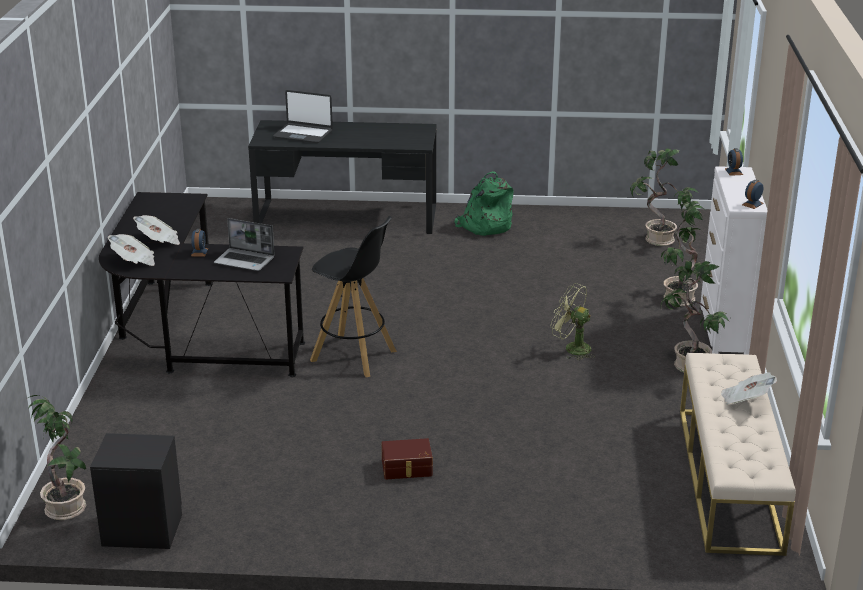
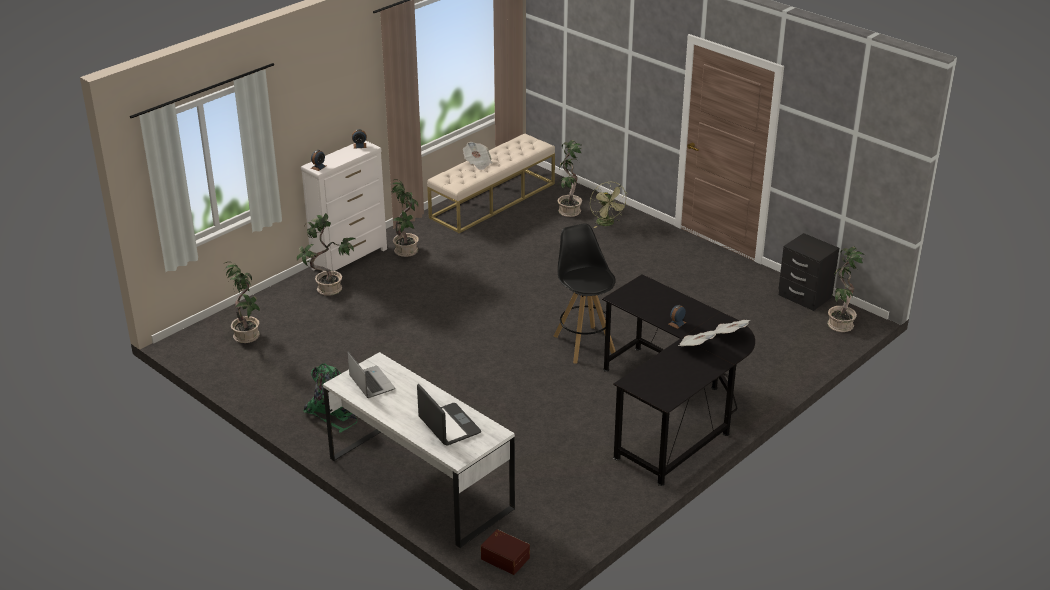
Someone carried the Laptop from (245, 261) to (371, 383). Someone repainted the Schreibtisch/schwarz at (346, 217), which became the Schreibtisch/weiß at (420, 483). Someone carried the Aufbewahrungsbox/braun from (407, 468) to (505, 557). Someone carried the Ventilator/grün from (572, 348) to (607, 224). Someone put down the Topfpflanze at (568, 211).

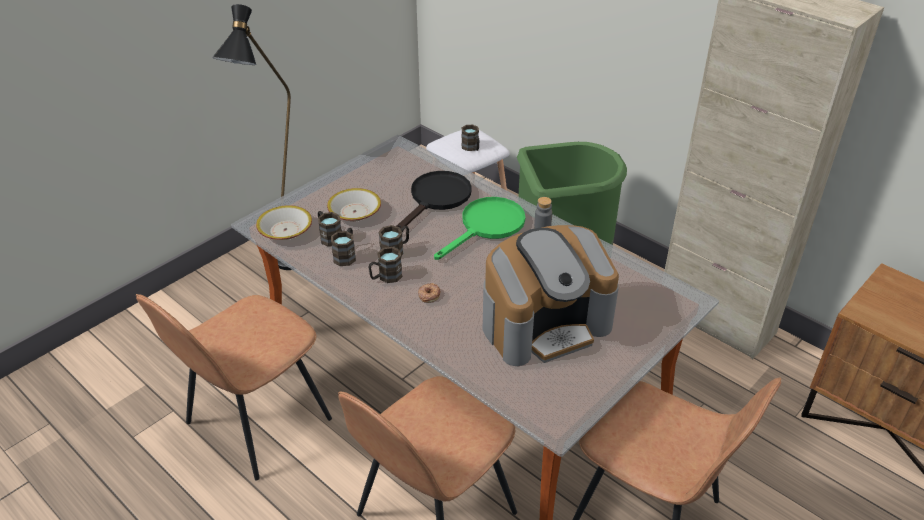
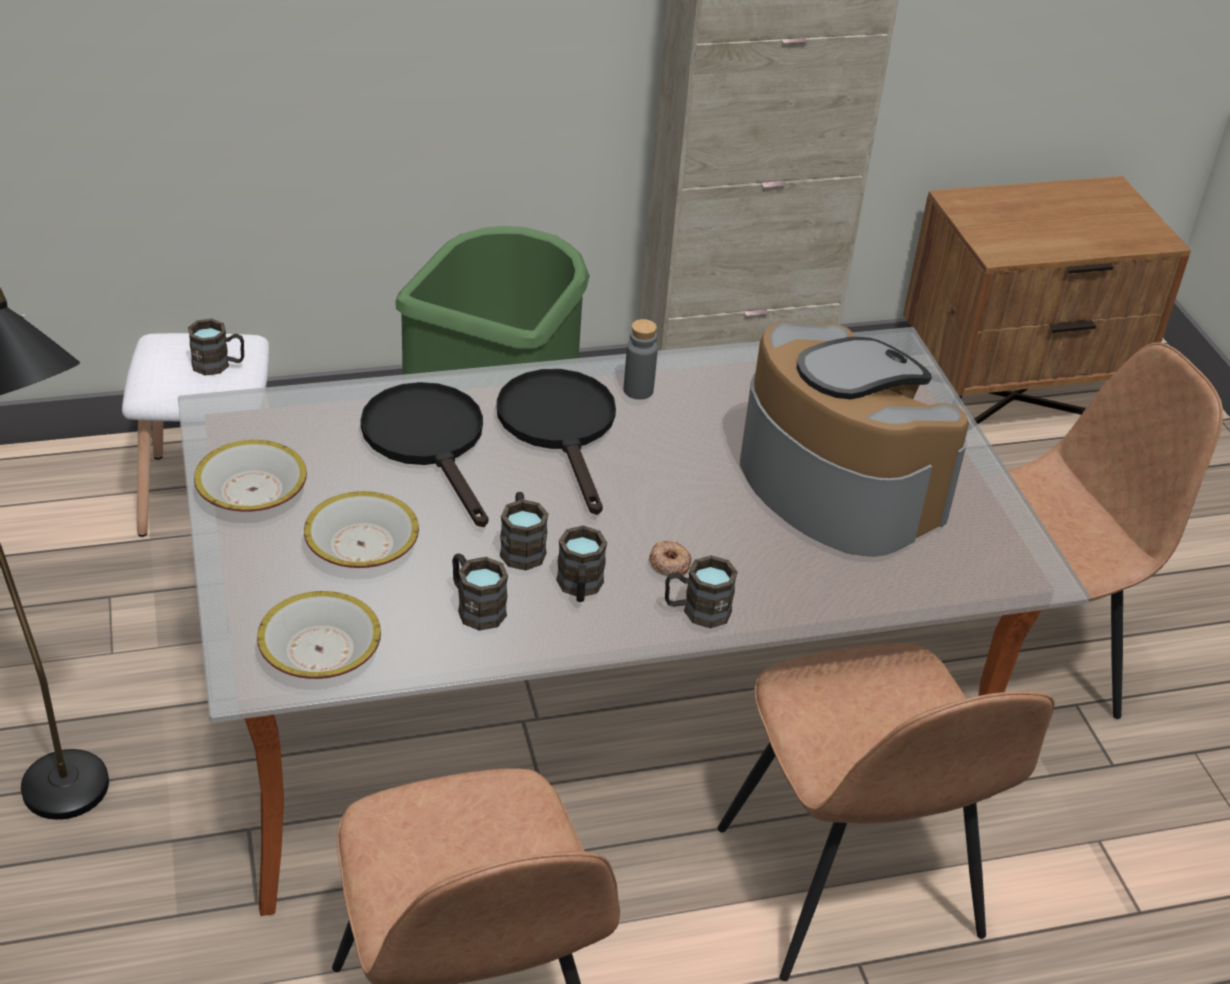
Someone carried the Henkelbecher/braun from (329, 236) to (697, 611). Someone repainted the Pfanne/grün at (487, 226), which became the Pfanne/schwarz at (561, 428). Someone rotated the Kaffeemaschine at (545, 323) by 45 degrees counterclockwise. Someone put down the Schüssel at (253, 491).

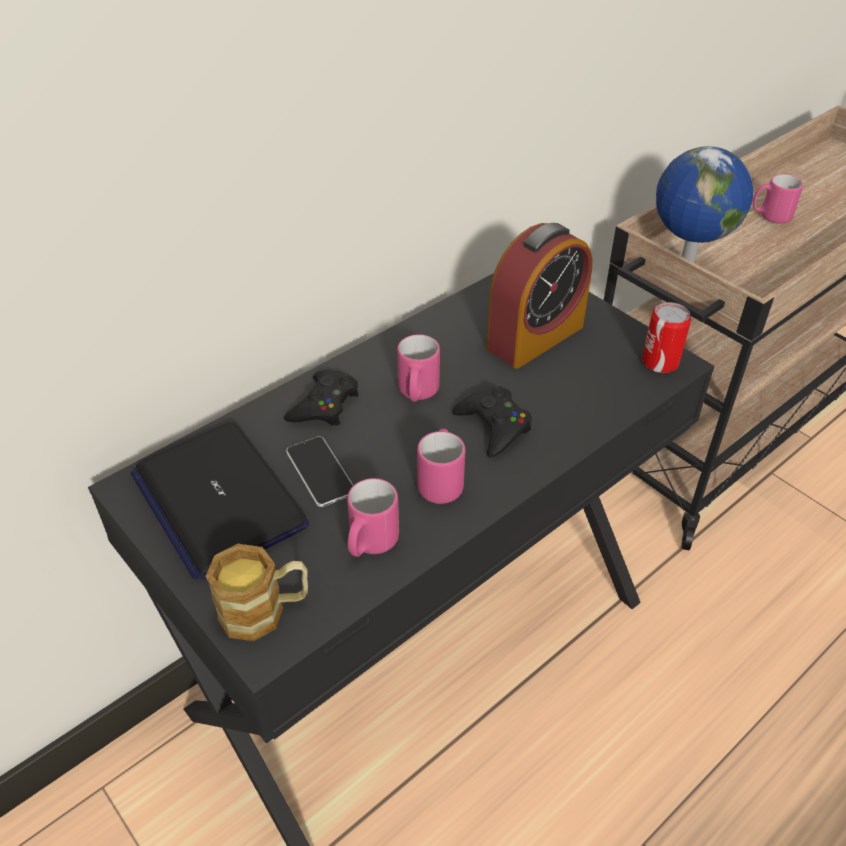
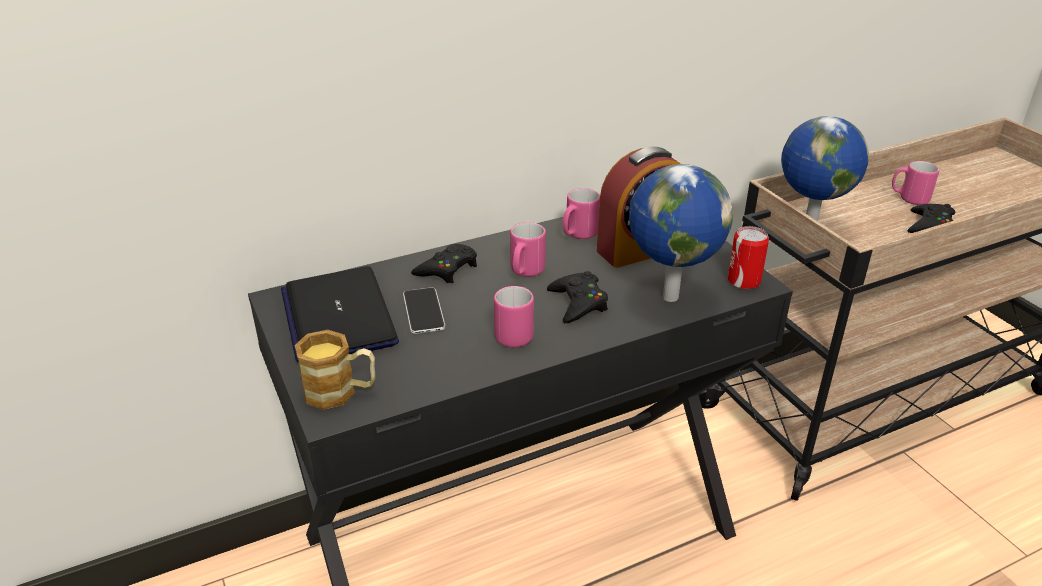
Someone carried the Henkelbecher/rosa from (370, 544) to (578, 235). Someone put down the Globus at (668, 297). Someone put down the Gamepad/schwarz at (929, 225).

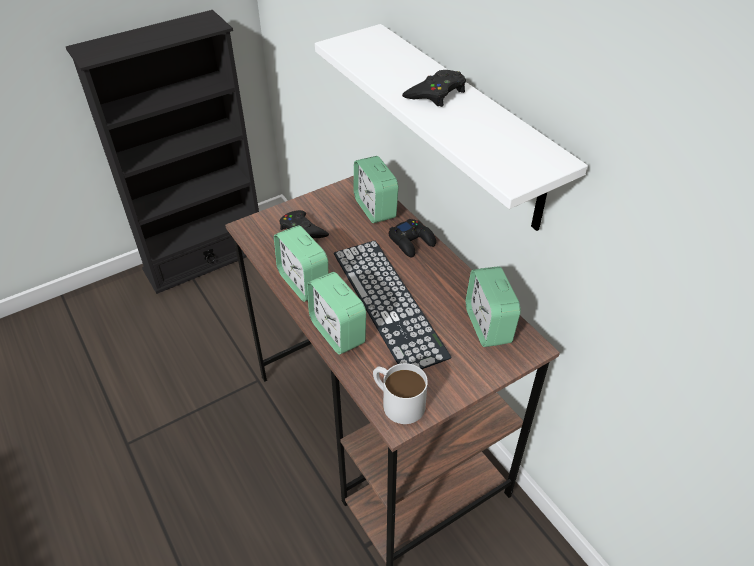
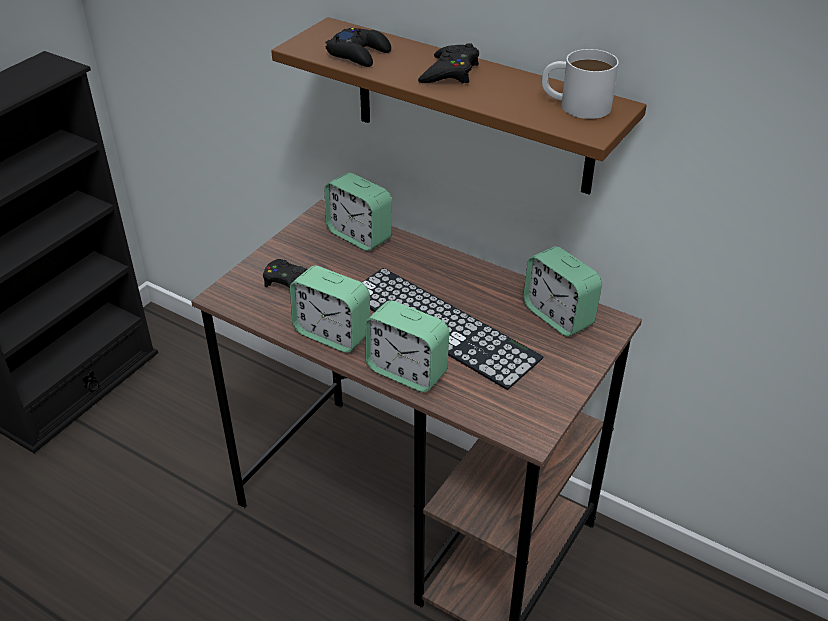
Someone repainted the Wandregal/weiß at (465, 127), which became the Wandregal/braun at (472, 107). Someone carried the Henkelbecher/weiß from (397, 401) to (575, 105). Someone carried the Gamepad/schwarz from (412, 242) to (359, 54).

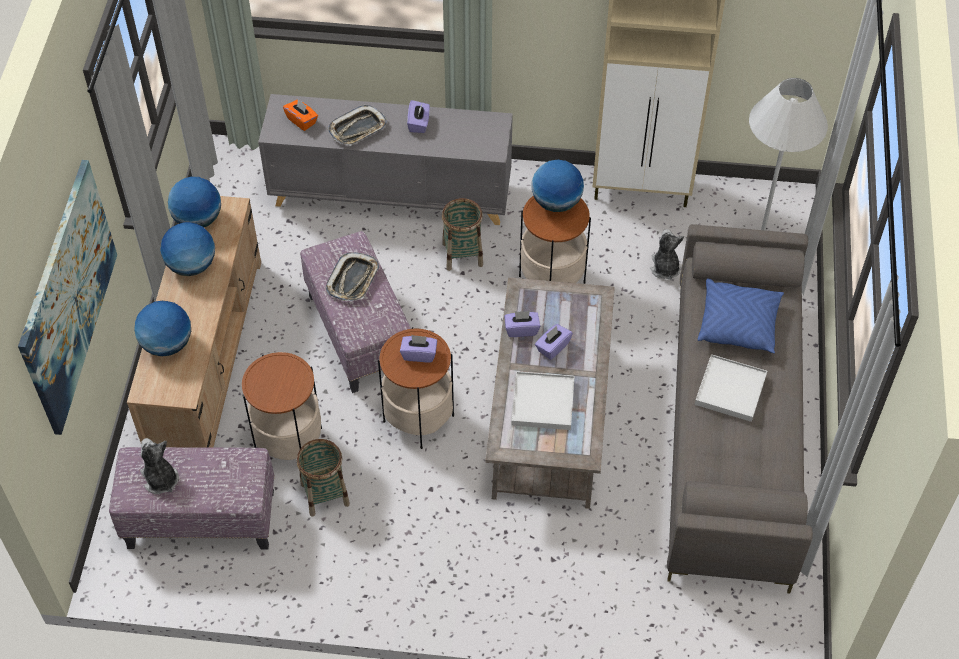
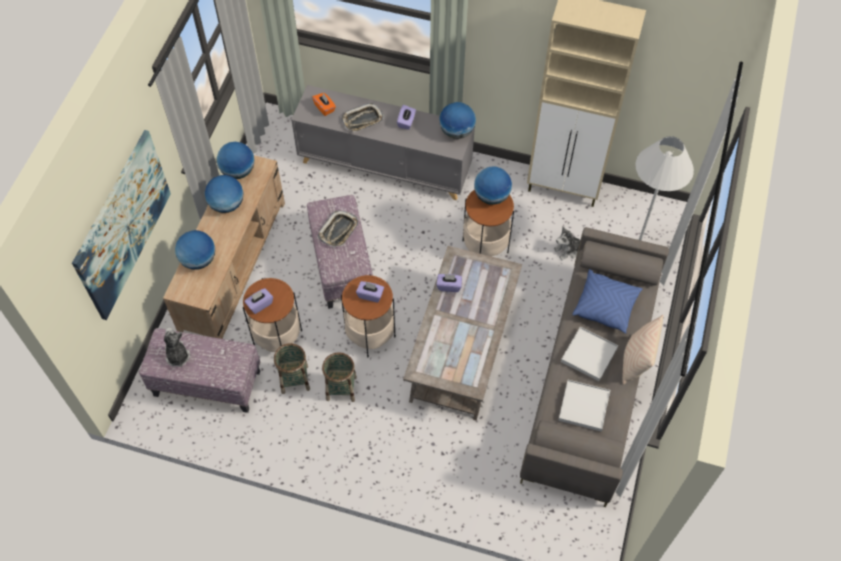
Someone carried the Korb from (462, 254) to (341, 388). Someone carried the Tablett/weiß from (543, 402) to (584, 406). Someone carried the Taschentuchbox/lila from (552, 347) to (260, 304). Someone rotated the Plüschtier at (665, 268) by 120 degrees counterclockwise. Someone put down the Globus at (457, 132). Someone put down the Kissen/beige at (635, 361).

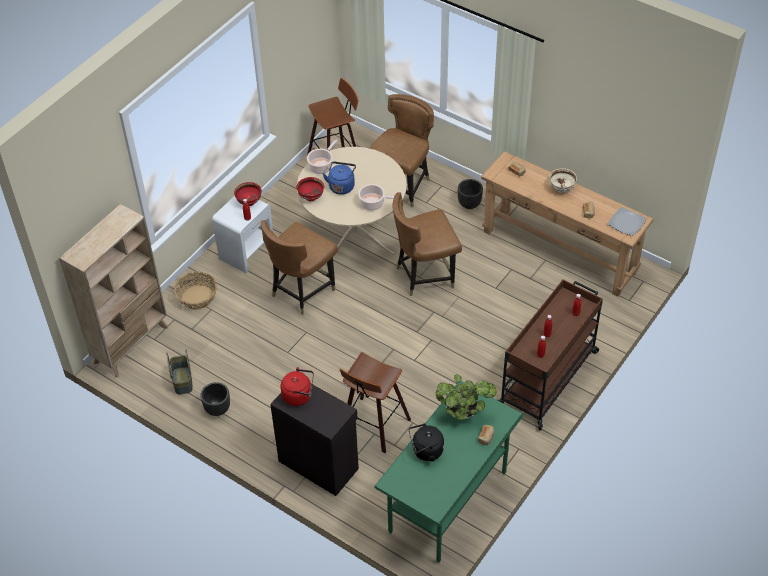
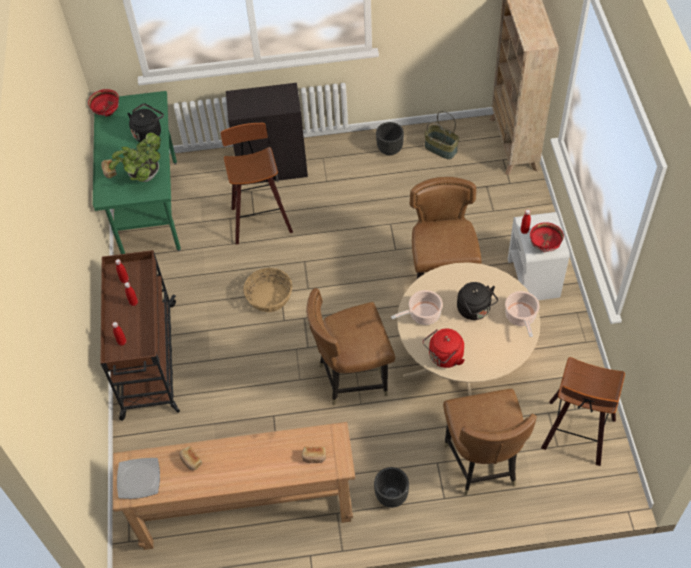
Someone carried the Korb from (197, 297) to (269, 297). Someone carried the Wasserkessel/rot from (299, 395) to (444, 357). Someone carried the Schüssel/rot from (311, 197) to (107, 112). Someone repainted the Wasserkessel/blau at (341, 186), which became the Wasserkessel/schwarz at (475, 310). Someone rotated the Stuhl/braun at (424, 275) by 135 degrees counterclockwise. Someone took away the Schüssel/beige at (561, 188).

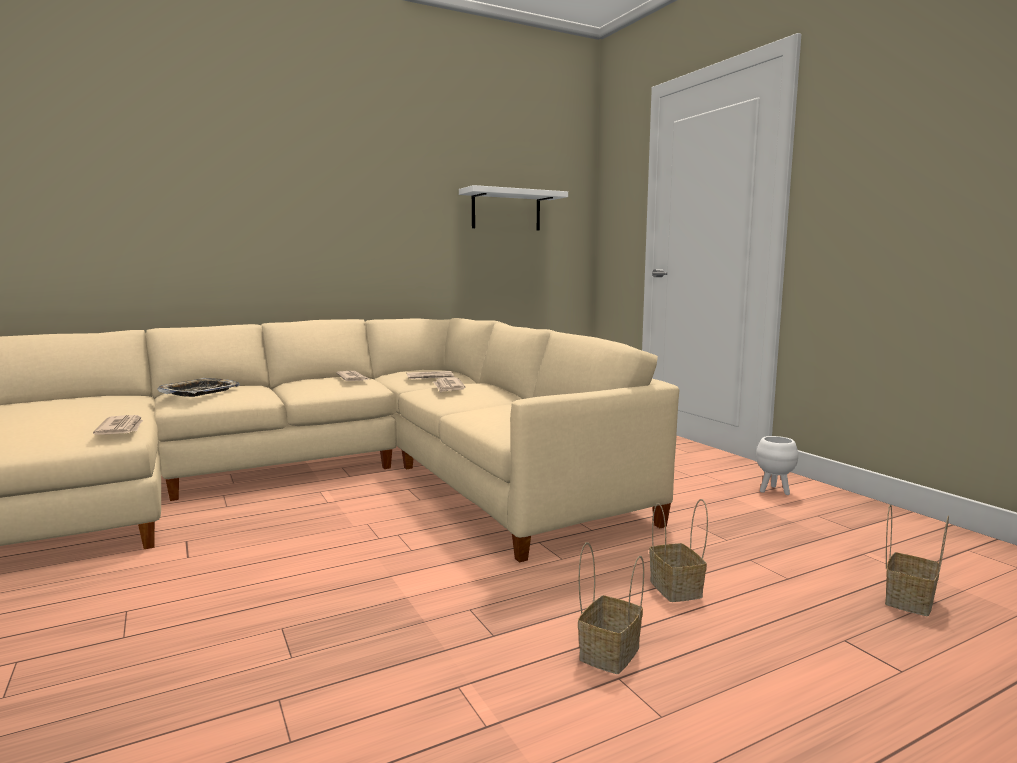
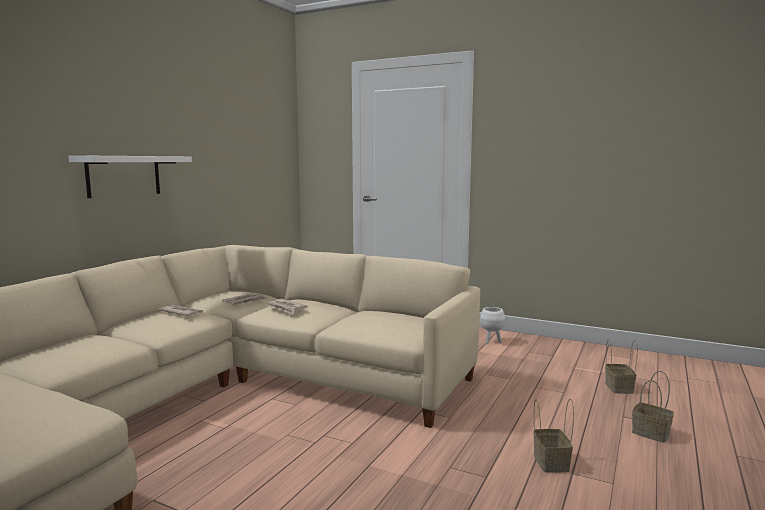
Someone took away the Zeitung at (122, 428). Someone took away the Tablett at (200, 392). Someone carried the Wandregal/weiß from (506, 210) to (124, 176). Someone carried the Korb from (677, 589) to (652, 433).

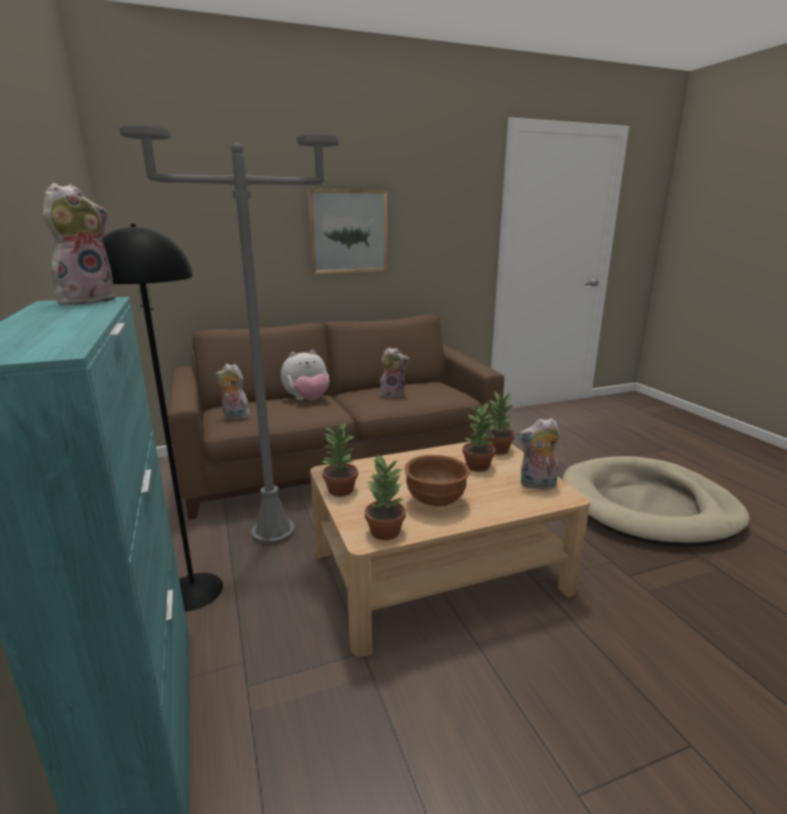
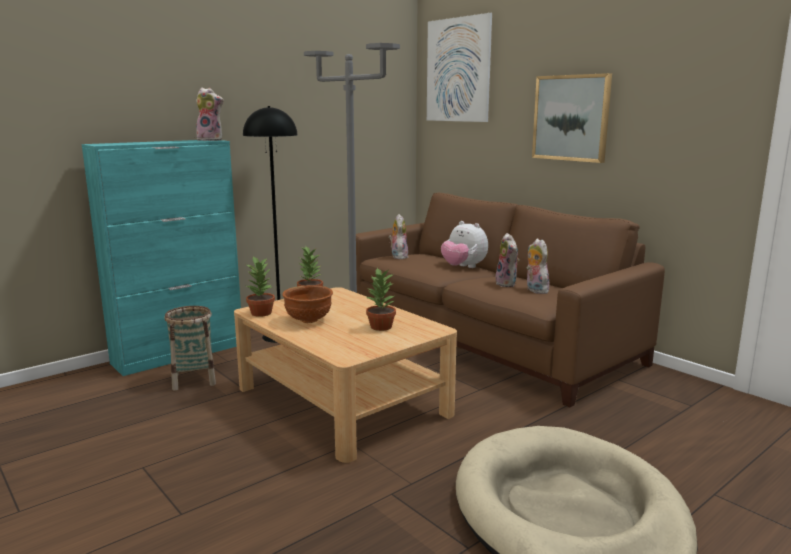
Someone took away the Topfpflanze at (498, 450). Someone carried the Plüschtier from (537, 485) to (535, 290). Someone put down the Korb at (194, 379). Someone put up the Bild at (458, 70).

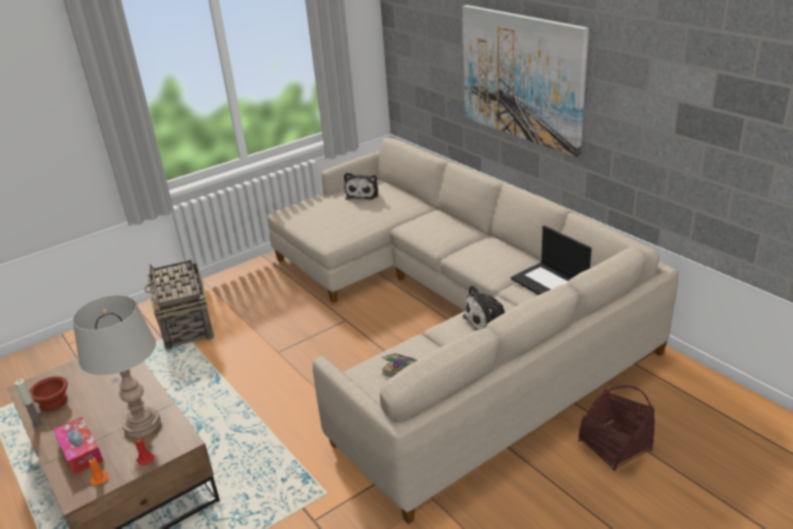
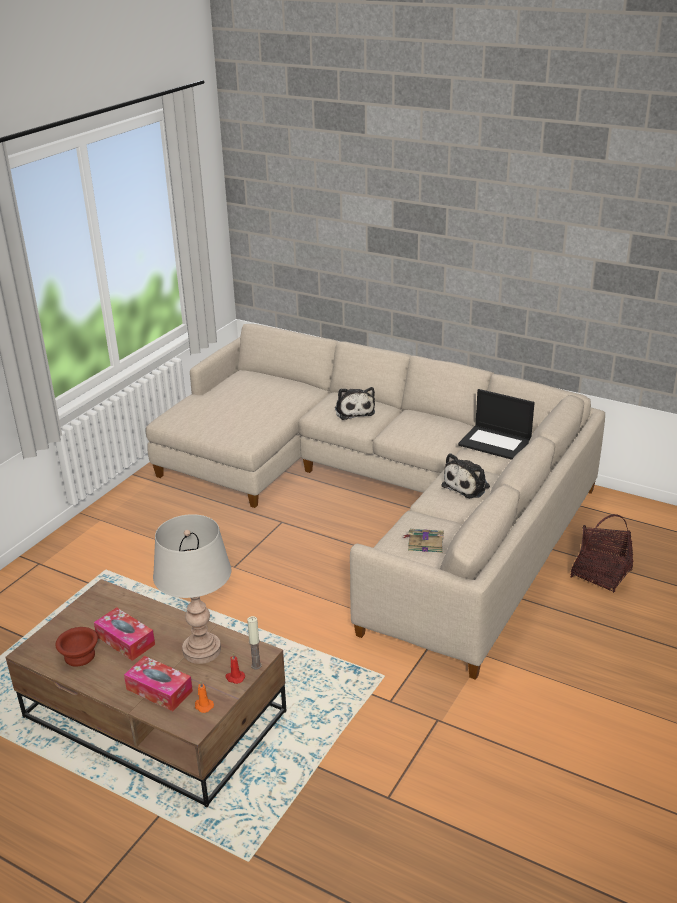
Someone carried the Kerze from (37, 424) to (256, 665). Someone took away the Korb at (186, 324). Someone carried the Plüschtier from (363, 194) to (354, 410). Someone took away the Bild at (521, 77). Someone put down the Taschentuchbox at (125, 640).

